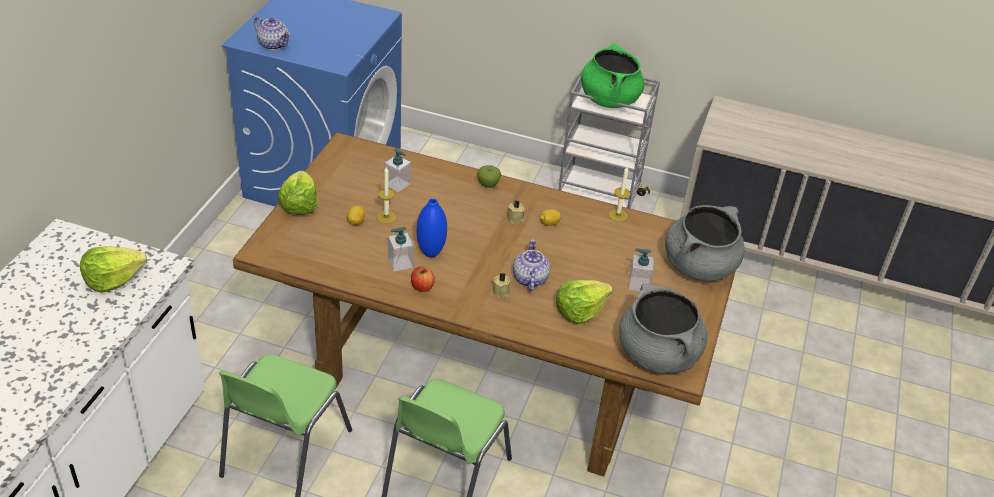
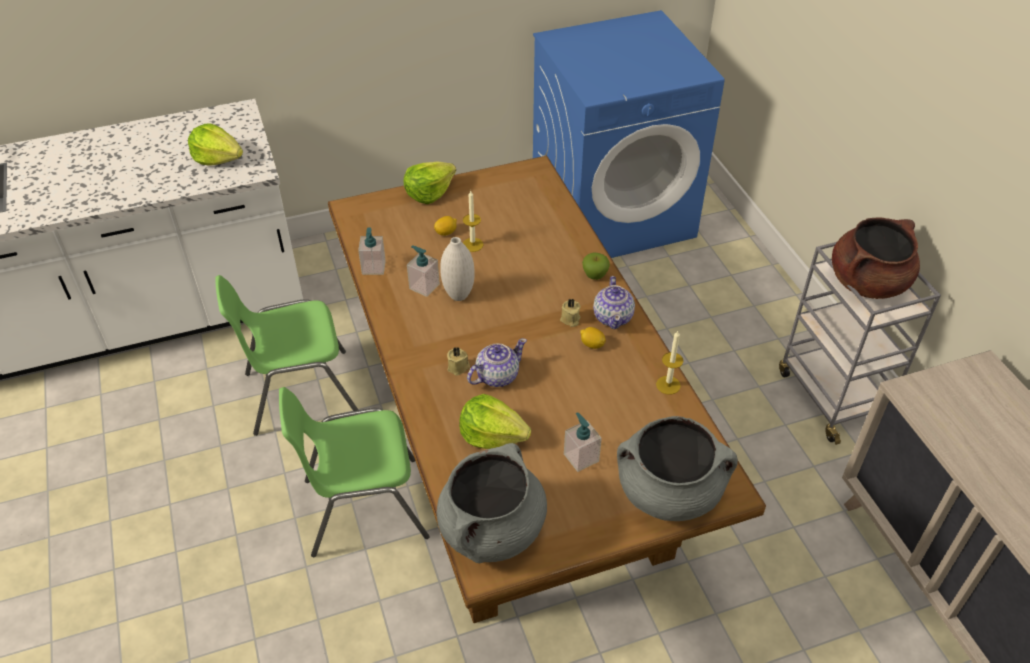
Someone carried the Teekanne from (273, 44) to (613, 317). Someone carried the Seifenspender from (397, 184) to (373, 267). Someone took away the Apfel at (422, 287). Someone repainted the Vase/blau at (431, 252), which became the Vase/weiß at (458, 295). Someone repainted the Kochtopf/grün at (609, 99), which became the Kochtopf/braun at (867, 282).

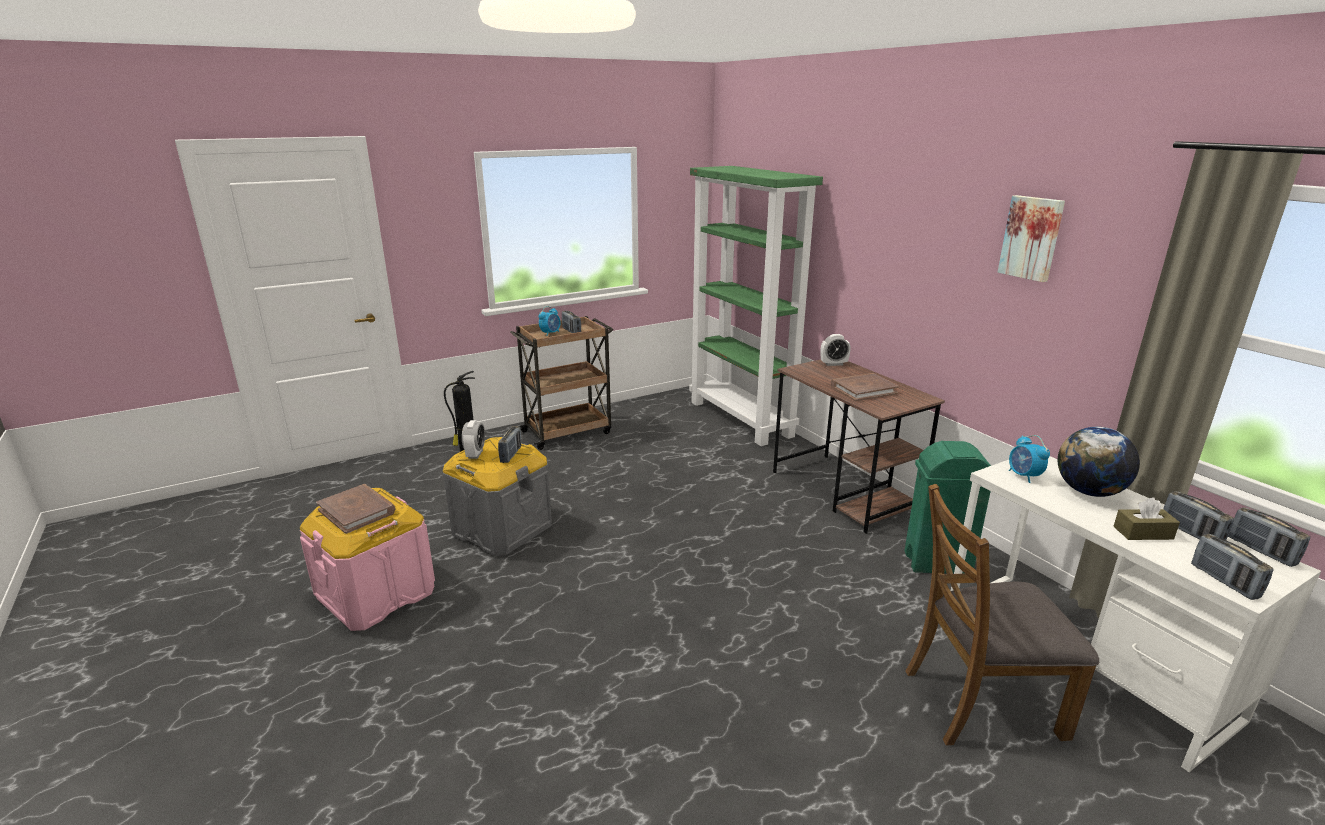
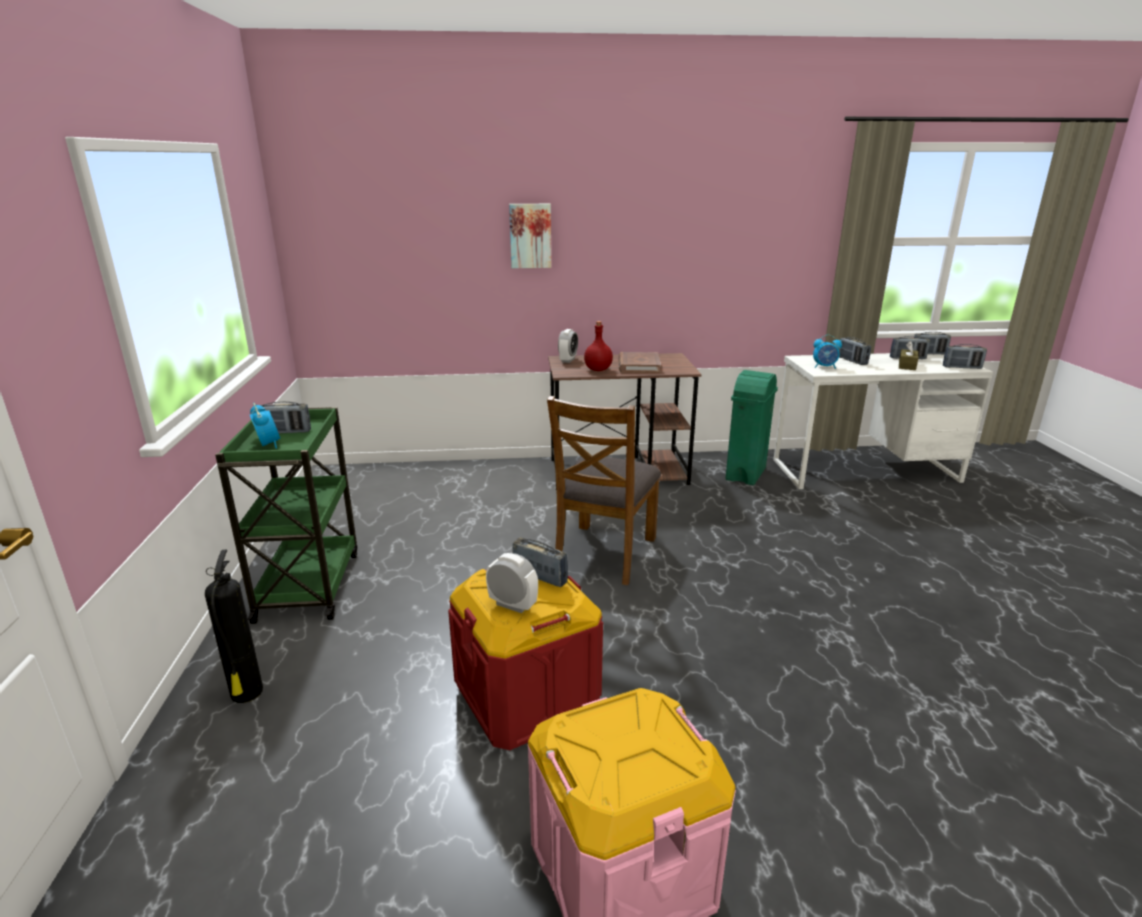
Someone took away the Buch/braun at (357, 511). Someone repainted the Aufbewahrungsbox/grau at (502, 529), which became the Aufbewahrungsbox/rot at (527, 696). Someone repainted the Rollwagen/braun at (568, 432), which became the Rollwagen/grün at (309, 584). Someone took away the Bücherregal/grün at (741, 419). Someone carried the Stuhl/braun from (981, 701) to (604, 553). Someone carried the Bild from (1032, 238) to (530, 236). Someone swapped the Globus at (1089, 492) for the Radio at (852, 361). Someone put down the Flasche/rot at (597, 370).

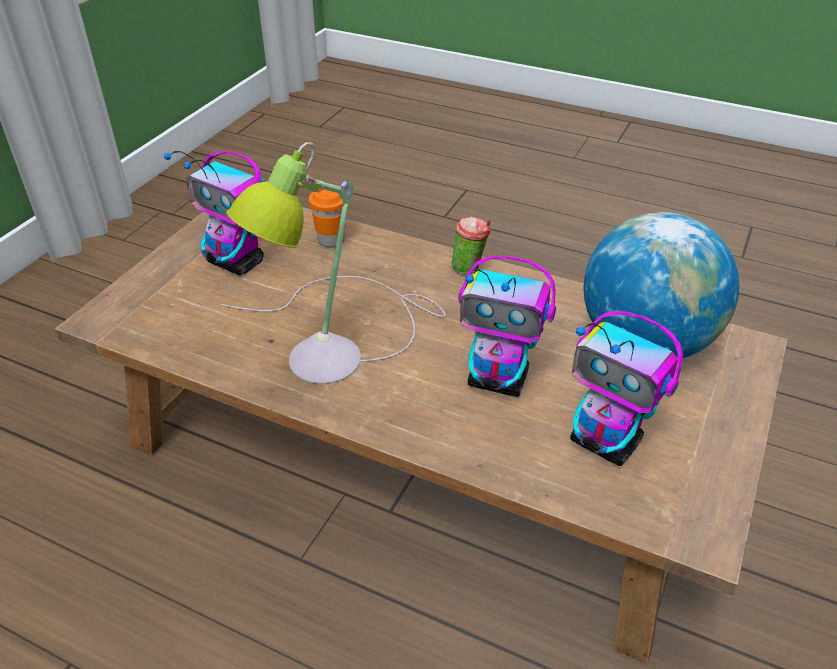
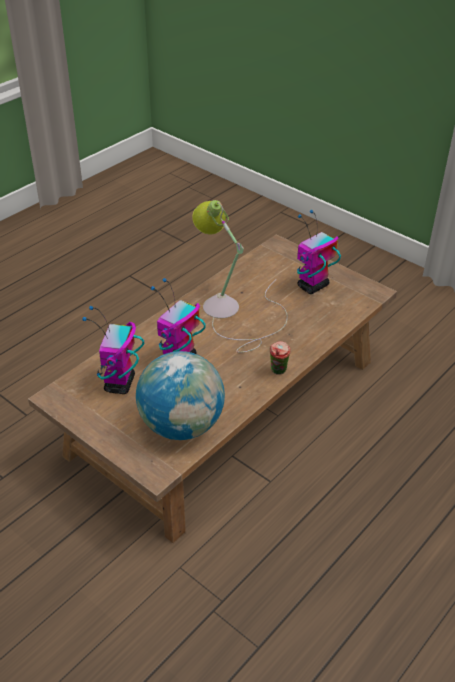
Someone took away the Tasse/orange at (331, 240). Someone rotated the Spielzeugroboter at (606, 443) by 45 degrees counterclockwise.

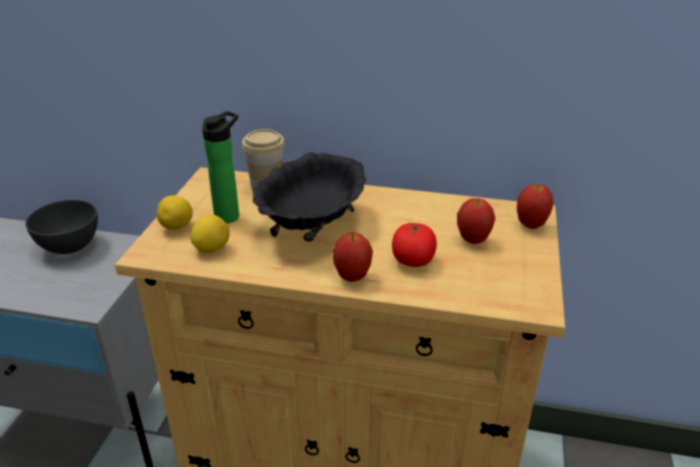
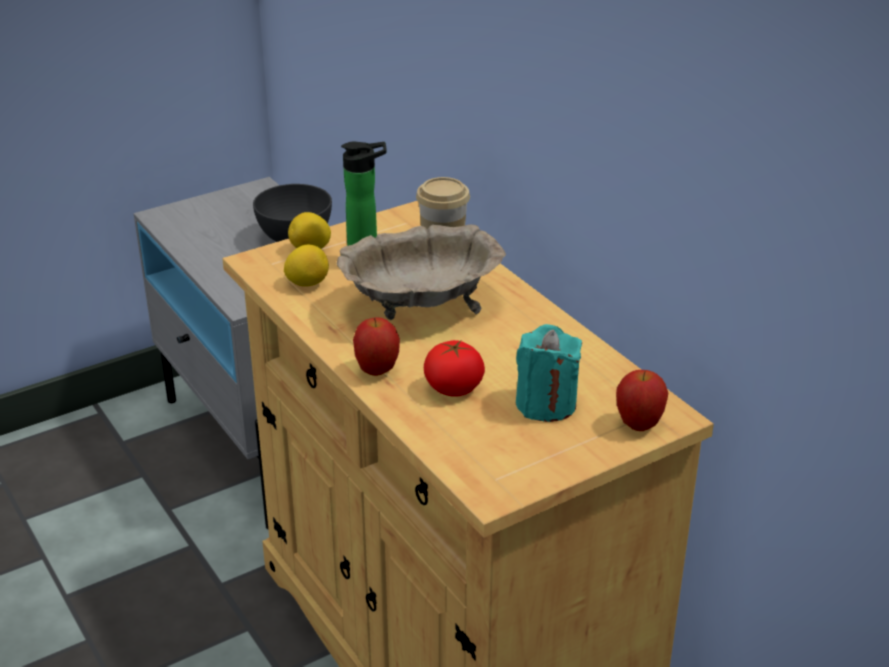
Someone repainted the Schüssel/schwarz at (312, 226), which became the Schüssel/beige at (421, 308). Someone swapped the Apfel at (473, 240) for the Kerze/türkis at (546, 404).

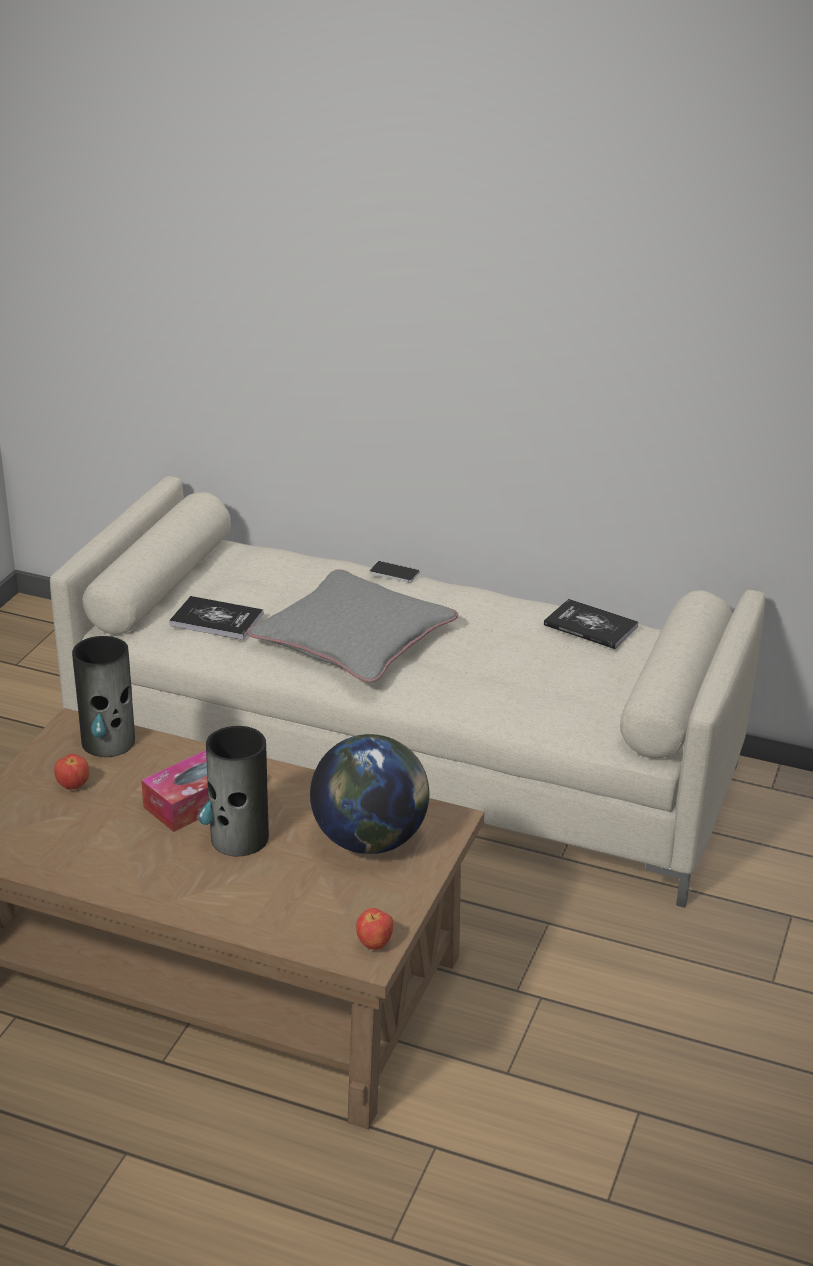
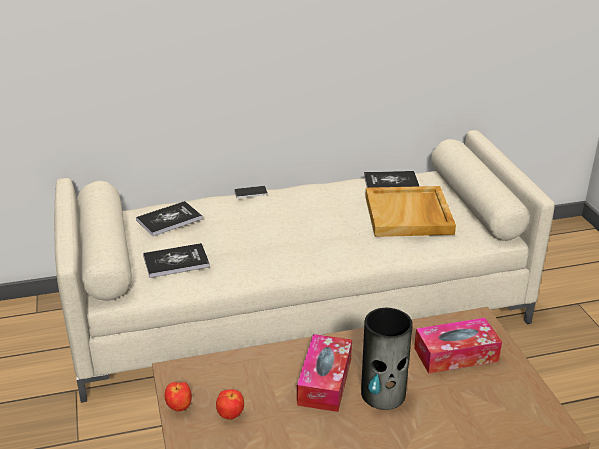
Someone took away the Vase at (109, 742). Someone took away the Kissen/grau at (353, 640). Someone swapped the Globus at (370, 840) for the Taschentuchbox at (456, 354). Someone carried the Apfel from (374, 945) to (179, 407). Someone put down the Buch at (169, 219). Someone put down the Tablett/beige at (409, 215).

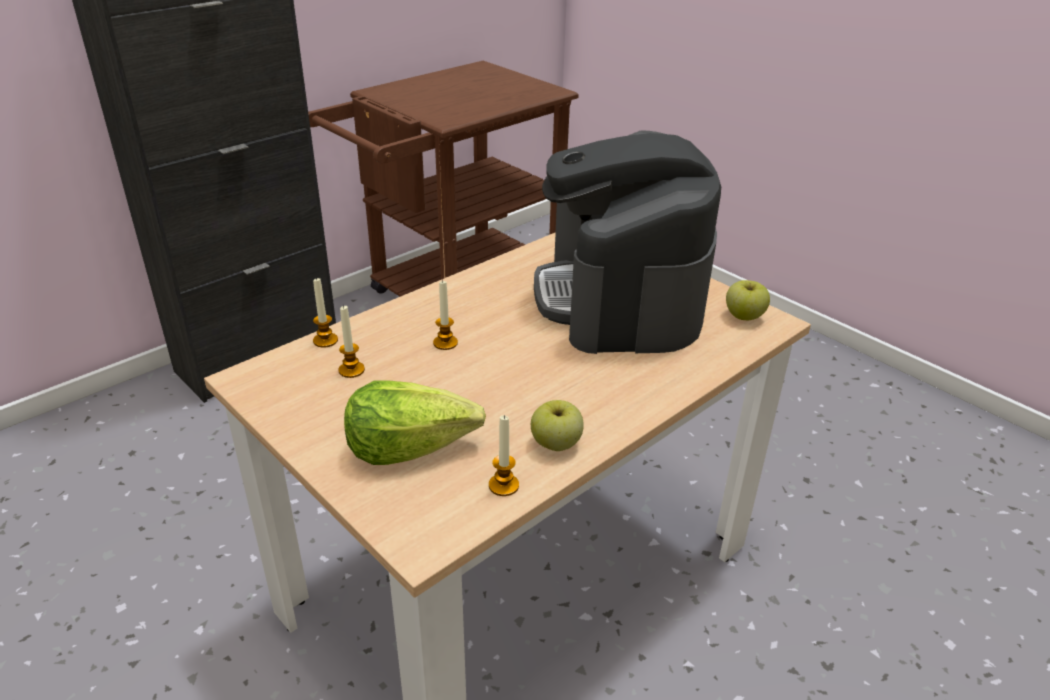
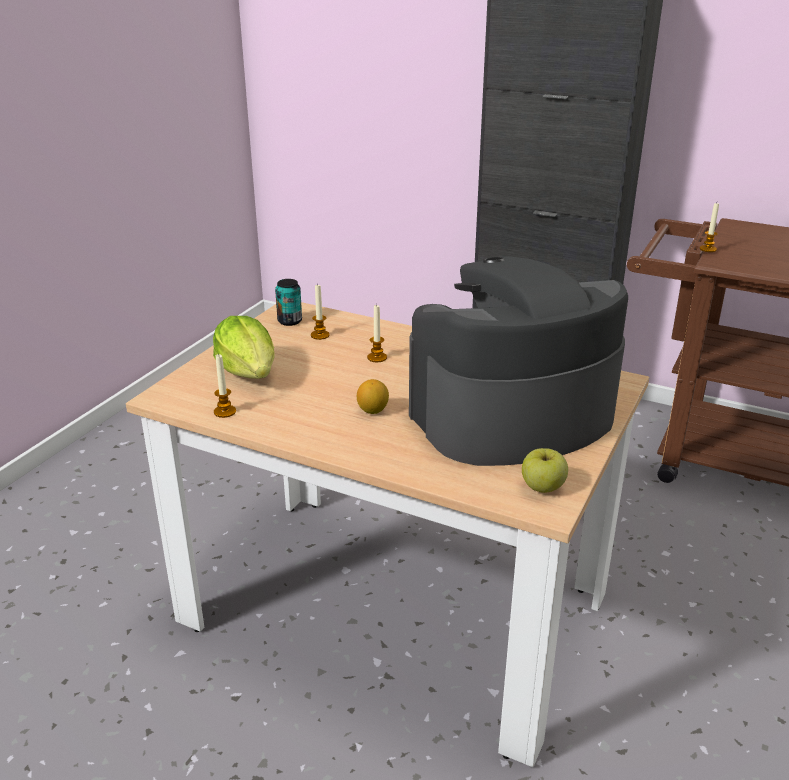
Someone carried the Kerze from (325, 340) to (708, 249). Someone took away the Apfel at (556, 444). Someone put down the Dose at (290, 321). Someone put down the Zitrone at (373, 410).

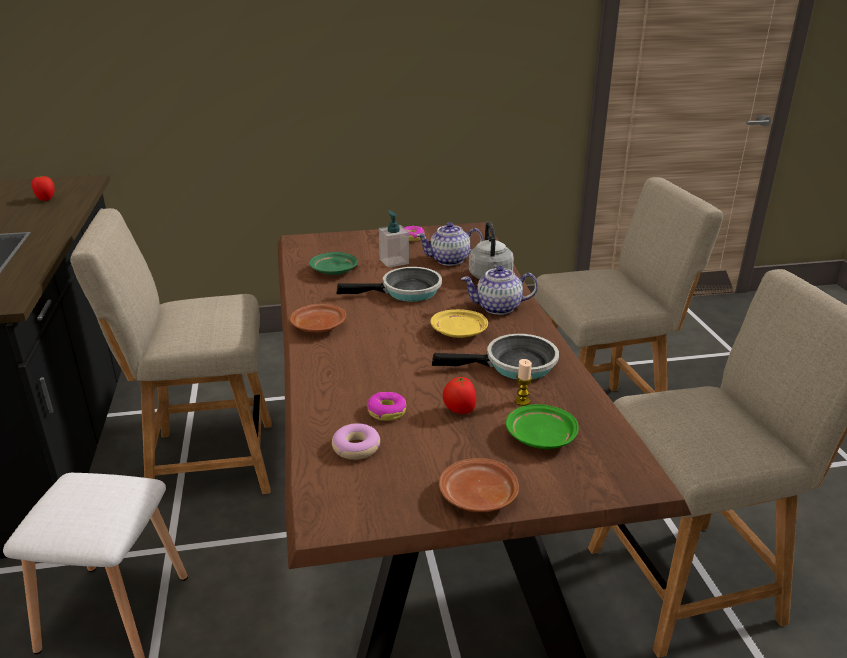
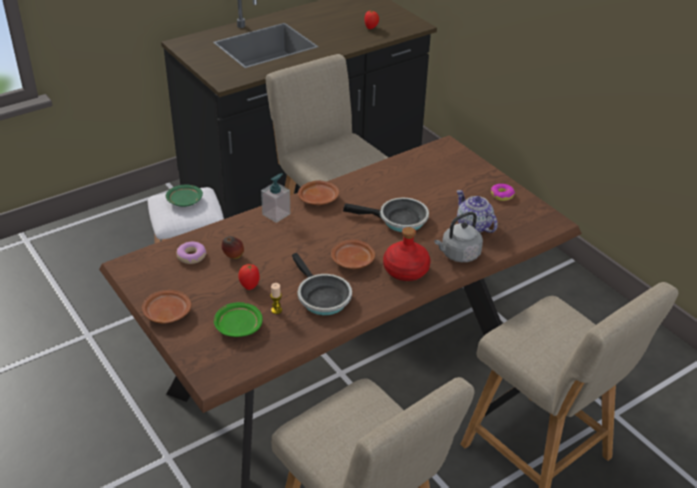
Someone carried the Teller/grün from (334, 271) to (184, 201). Someone rotated the Pfanne at (406, 292) by 45 degrees counterclockwise. Someone swapped the Donut at (386, 411) for the Apfel at (233, 257). Someone carried the Seifenspender from (394, 261) to (276, 214). Someone repainted the Teller/gelb at (459, 332), which became the Teller/braun at (352, 261). Someone swapped the Teekanne at (498, 308) for the Flasche/rot at (405, 270).

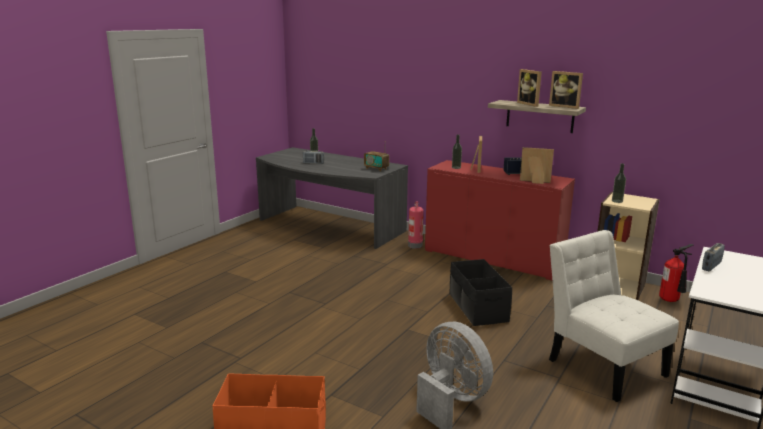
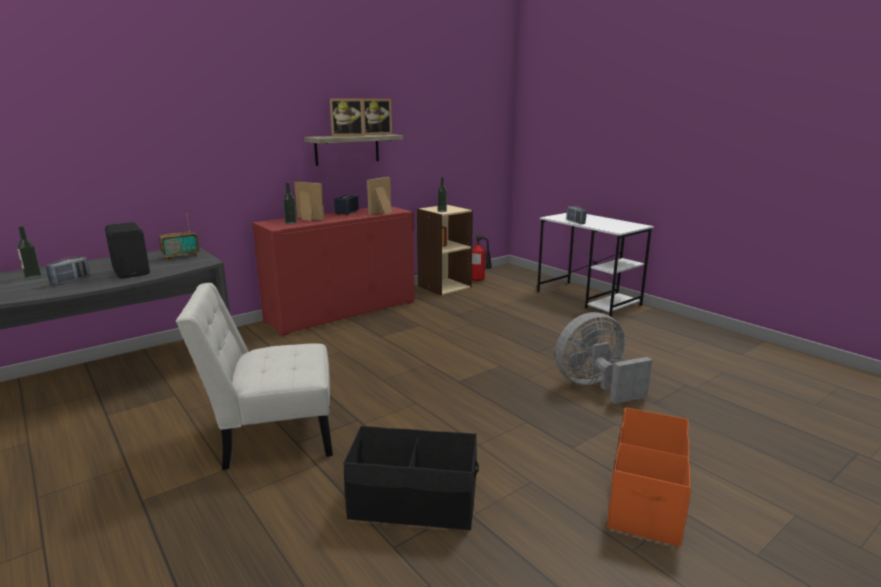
Someone took away the Feuerlöscher at (414, 245). Someone carried the Aufbewahrungsbox/schwarz from (477, 307) to (413, 503). Someone carried the Stuhl/weiß from (602, 364) to (272, 436). Someone put down the Lautsprecher/schwarz at (132, 272).

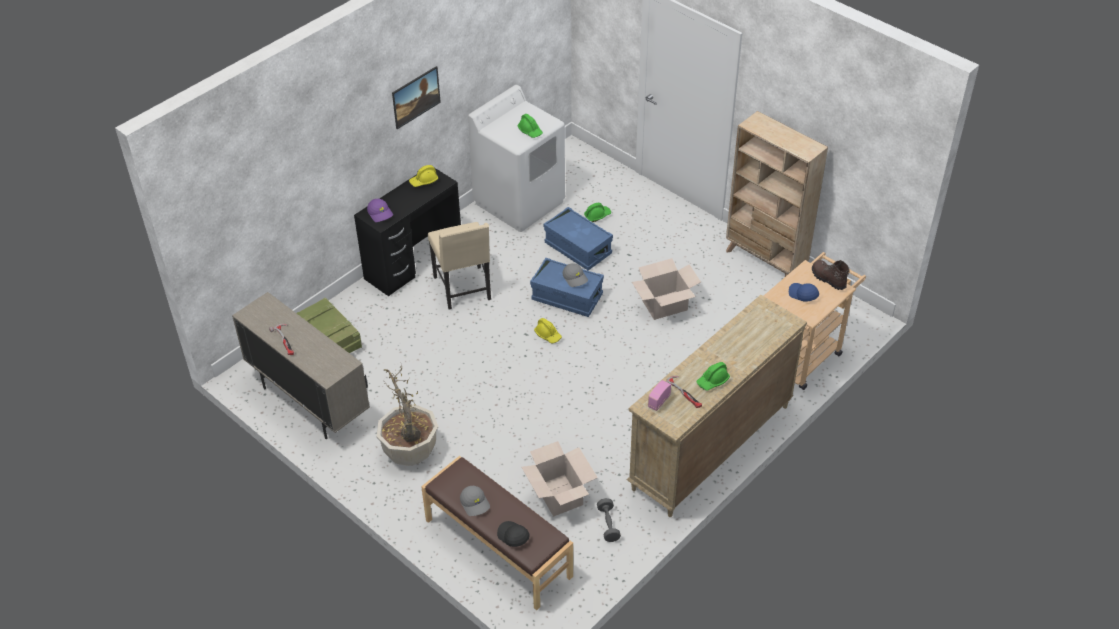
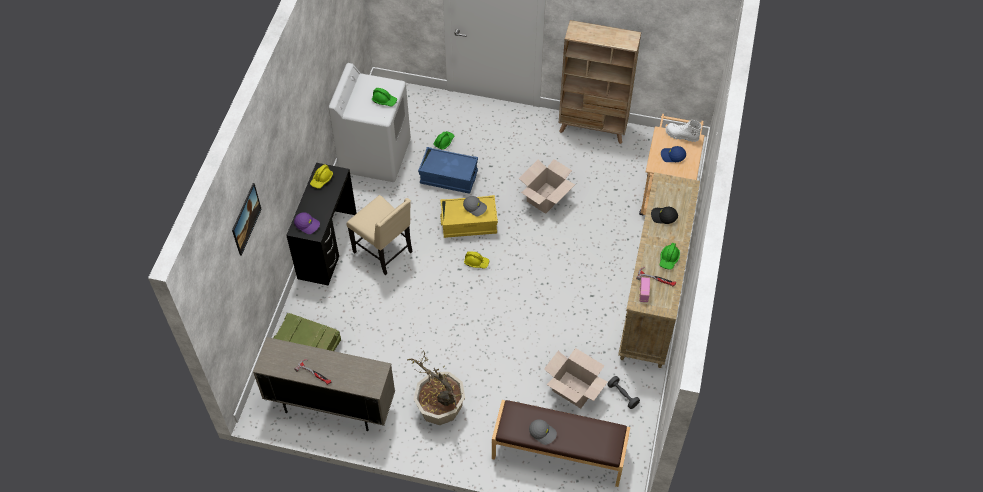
Someone carried the Bild from (417, 106) to (248, 225). Someone carried the Kappe/schwarz from (513, 536) to (663, 217). Someone repainted the Aufbewahrungsbox/blau at (567, 297), which became the Aufbewahrungsbox/gelb at (469, 223). Someone repainted the Stiefel/braun at (828, 279), which became the Stiefel/weiß at (681, 136).

